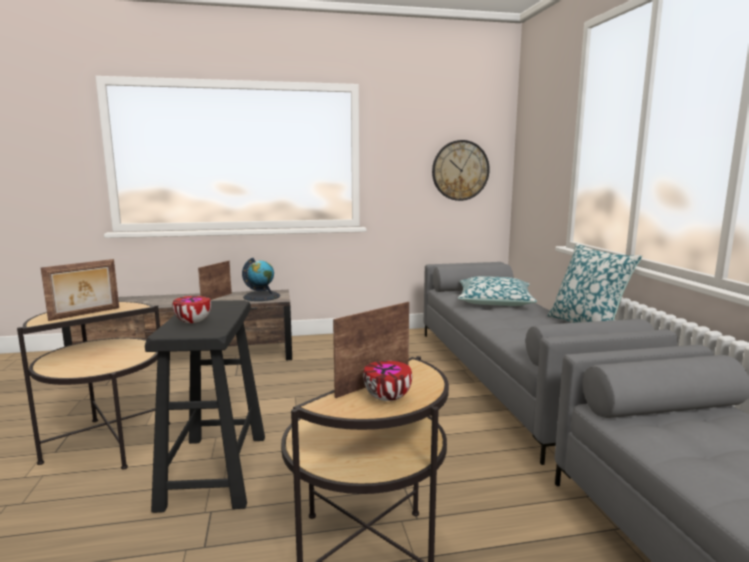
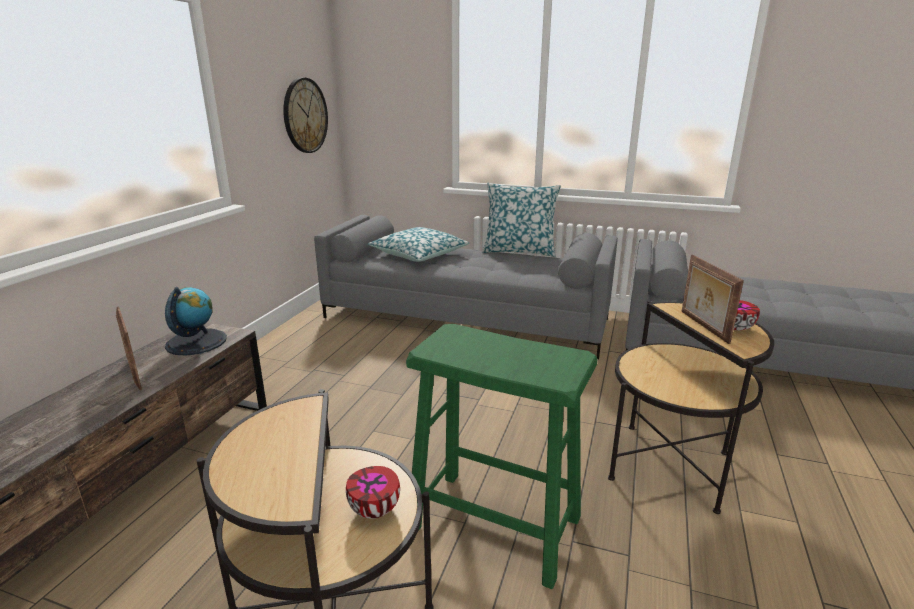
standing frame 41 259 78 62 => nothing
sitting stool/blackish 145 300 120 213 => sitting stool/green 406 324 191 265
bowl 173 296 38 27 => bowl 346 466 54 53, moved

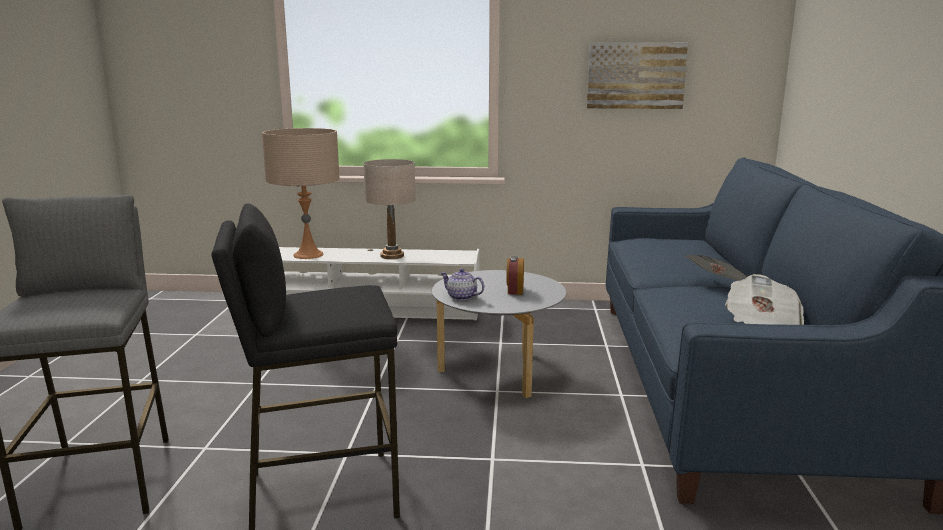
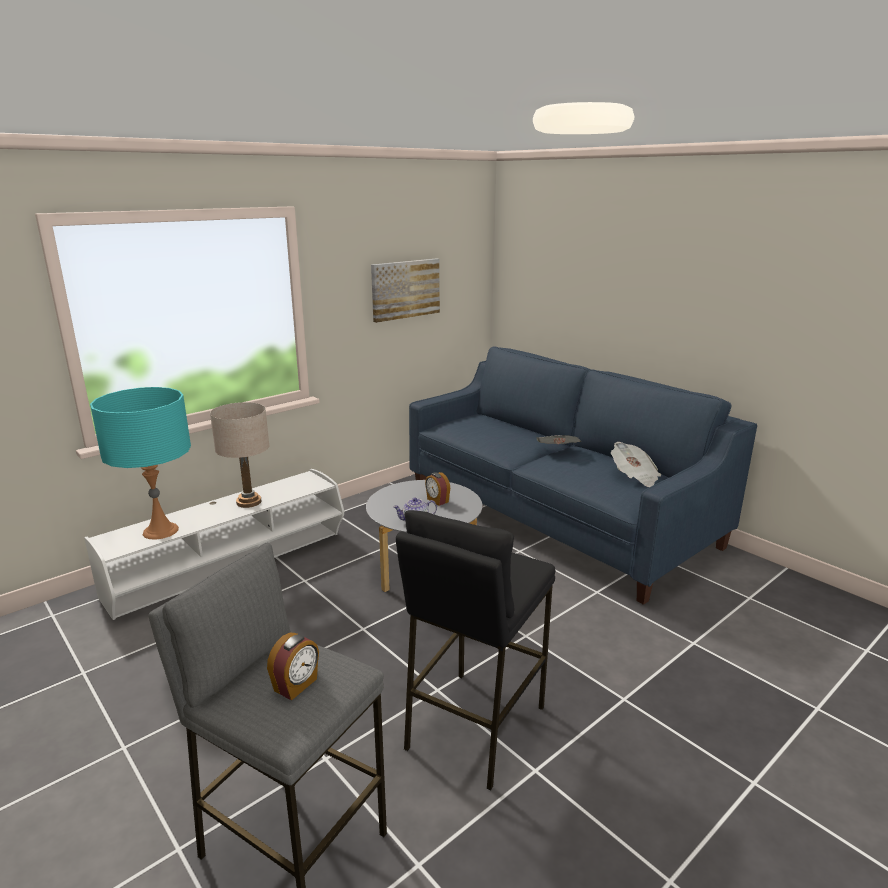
lamp for a table/beige 262 128 78 131 => lamp for a table/turquoise 90 387 101 153
nothing => alarm clock 267 633 52 68

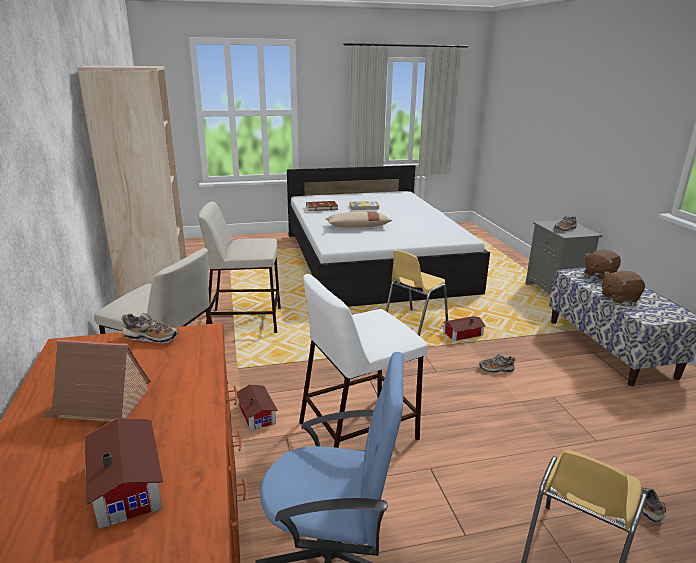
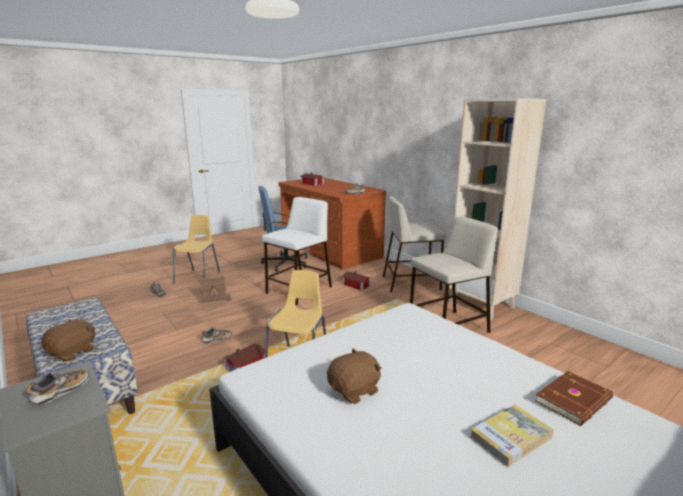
model house 43 339 108 83 => model house 199 276 33 29, moved
pillow/beige 325 212 67 16 => nothing
soft toy/brownish 602 271 43 32 => soft toy/brownish 327 348 55 56, moved

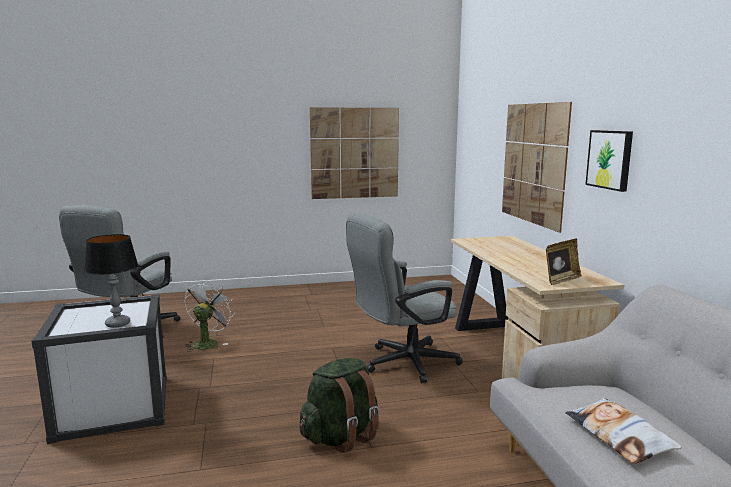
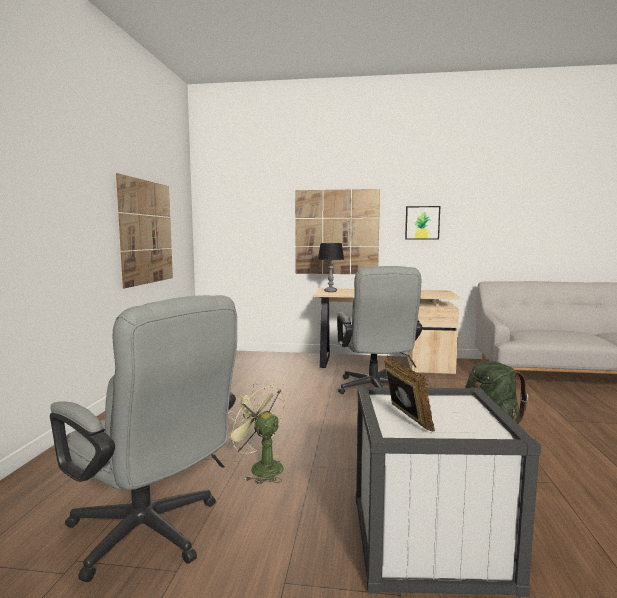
lamp for a table 84 234 54 94 => lamp for a table 318 243 26 49, moved
electric fan/white-coloured 184 283 51 69 => electric fan/green 228 383 57 101
standing frame 546 239 36 46 => standing frame 384 355 51 77, moved
pillow 565 398 116 66 => nothing

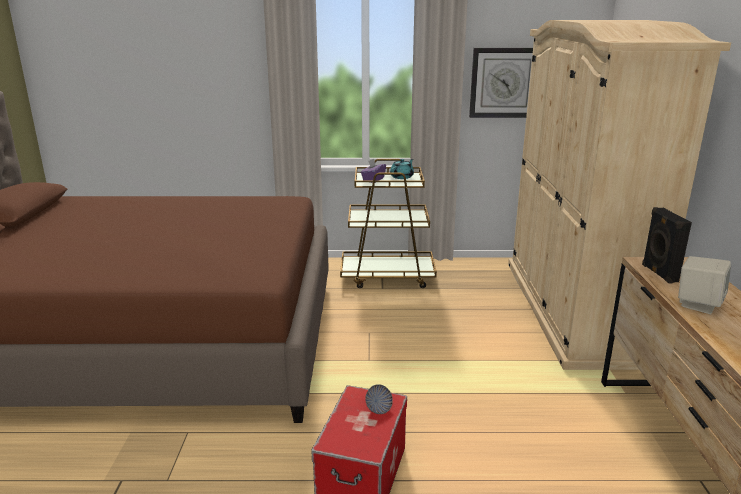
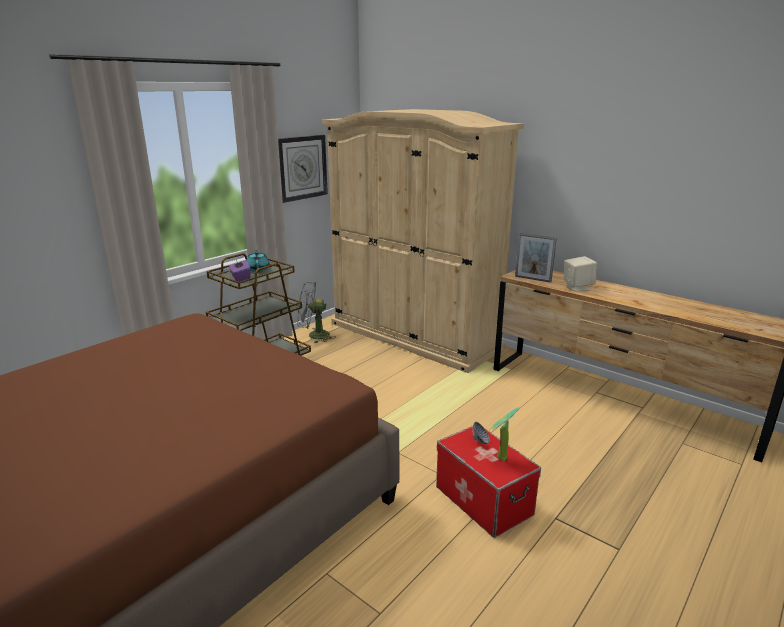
speaker/blackish 642 207 50 77 => standing frame 515 233 42 50
nothing => electric fan/grey 297 282 38 61
nothing => houseplant 489 407 31 54

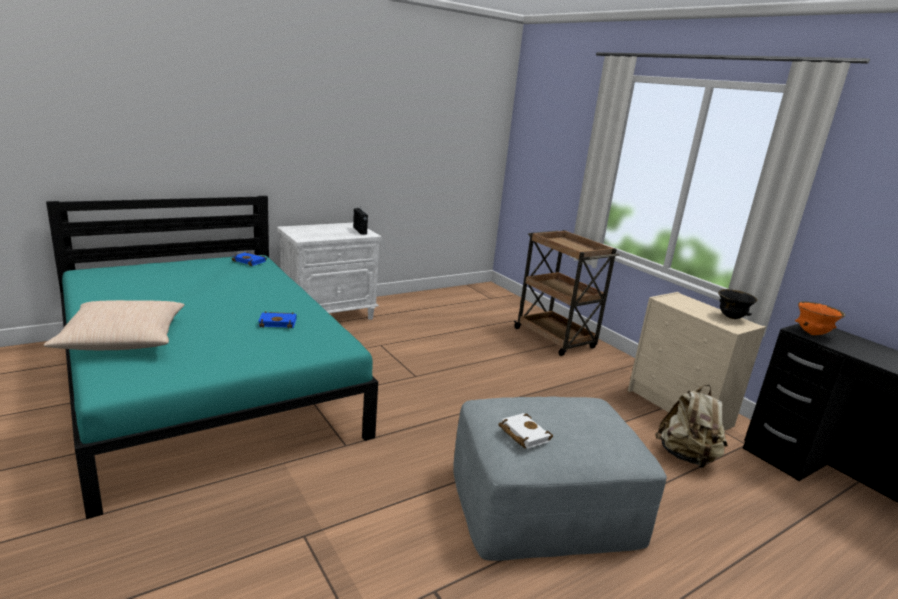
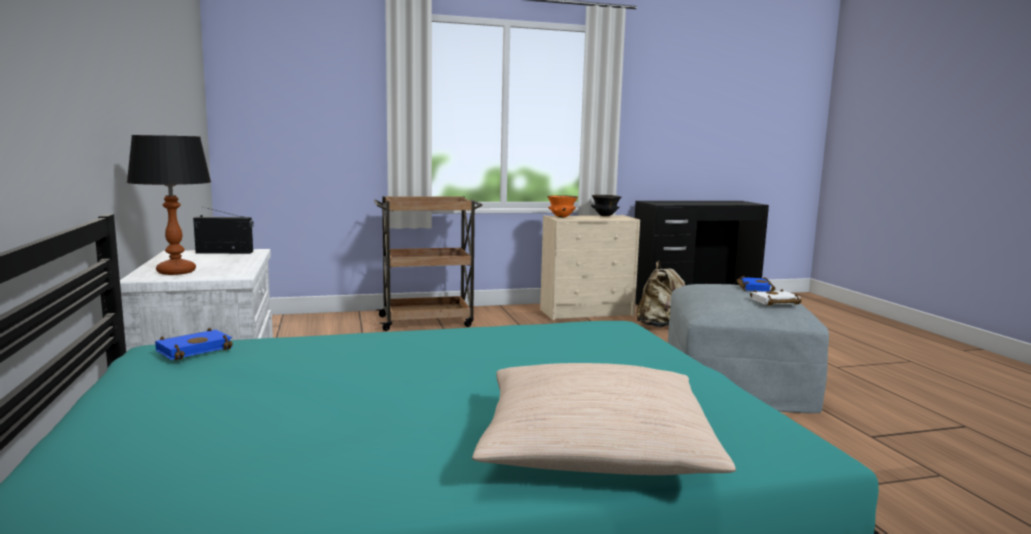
volume/bluish 258 311 38 18 => volume/bluish 737 276 39 16, moved
bowl/orangey 795 302 50 33 => bowl/orangey 547 195 31 23, moved
nothing => lamp for a table 127 135 84 140

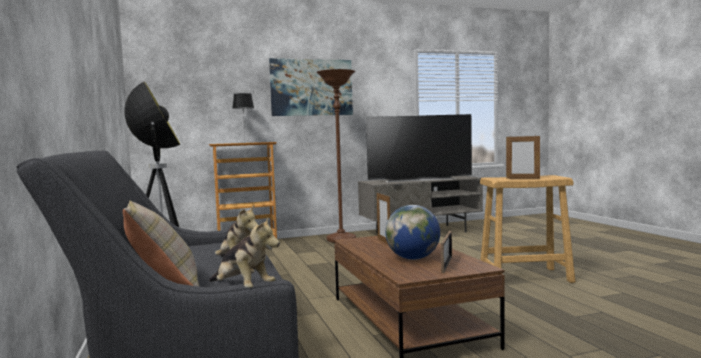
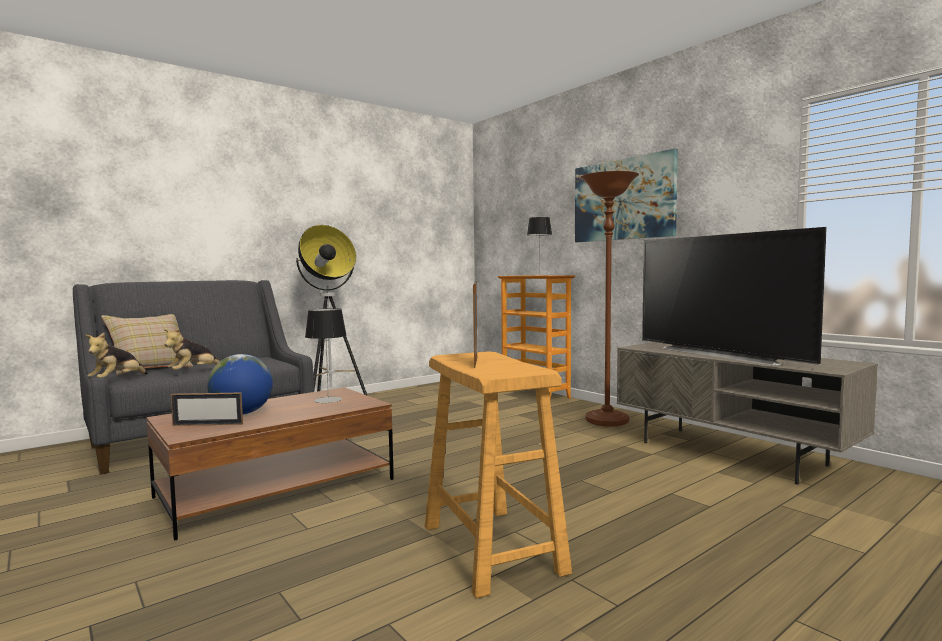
standing frame 377 193 13 51 => lamp for a table 305 308 42 95

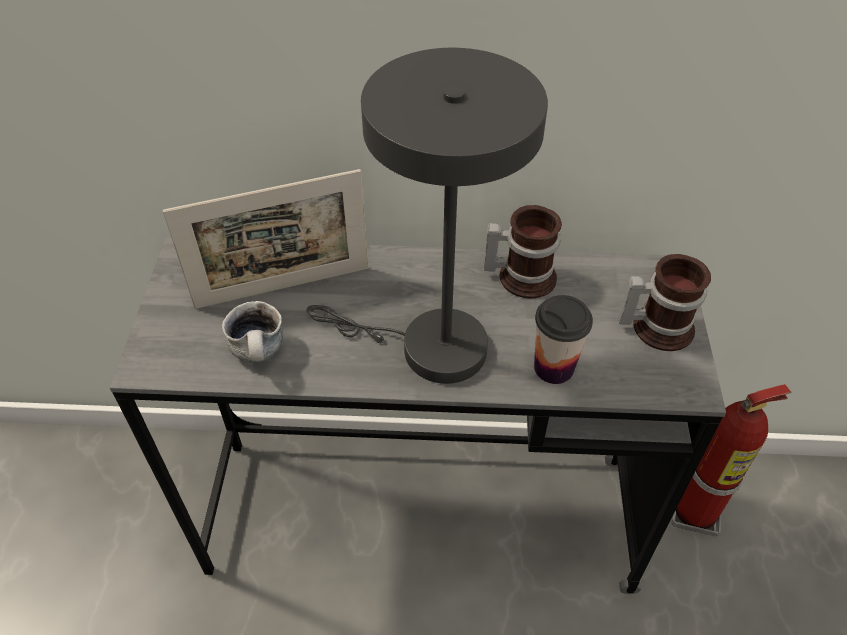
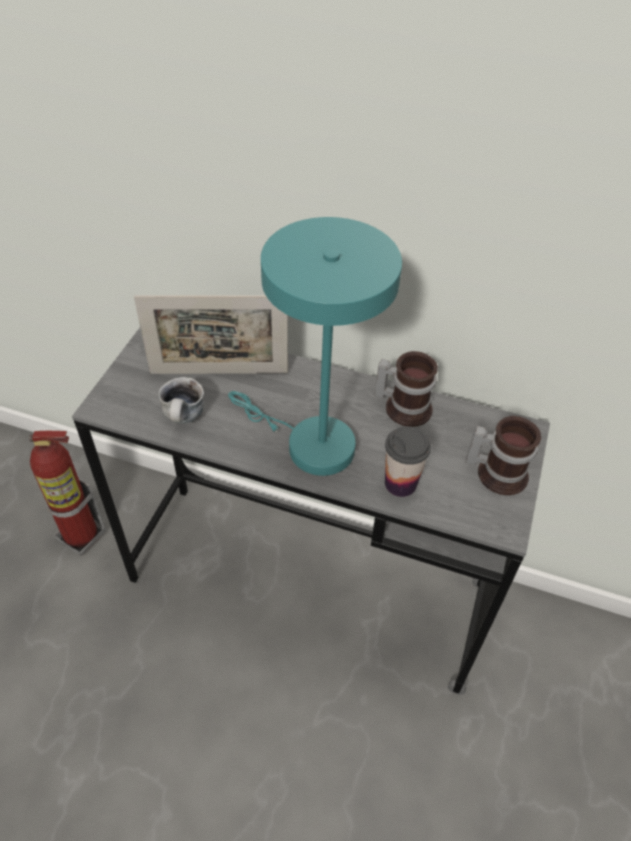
lamp for a table/grey 307 48 241 336 => lamp for a table/turquoise 228 217 174 259
fire-fighting cylinder 672 384 119 152 => fire-fighting cylinder 29 431 77 125, moved

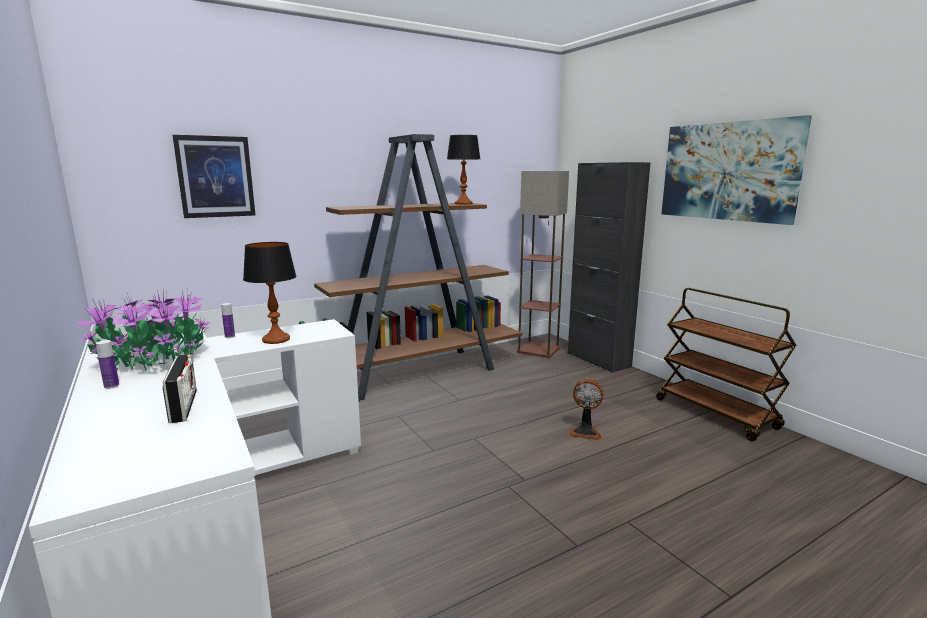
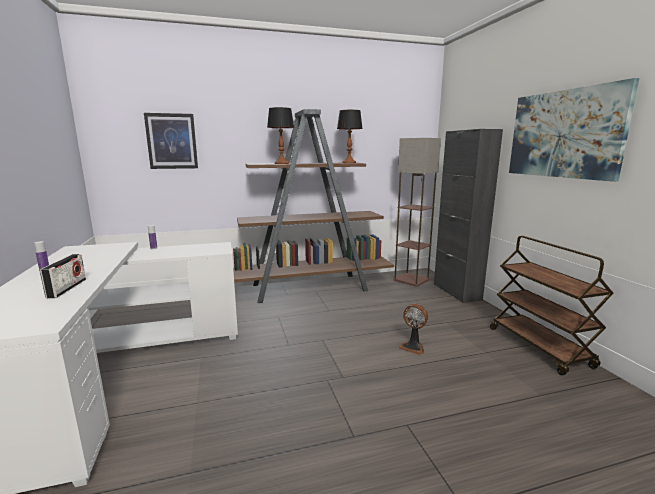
houseplant 78 290 133 81 => nothing
lamp for a table 243 242 54 102 => lamp for a table 267 107 27 57, moved

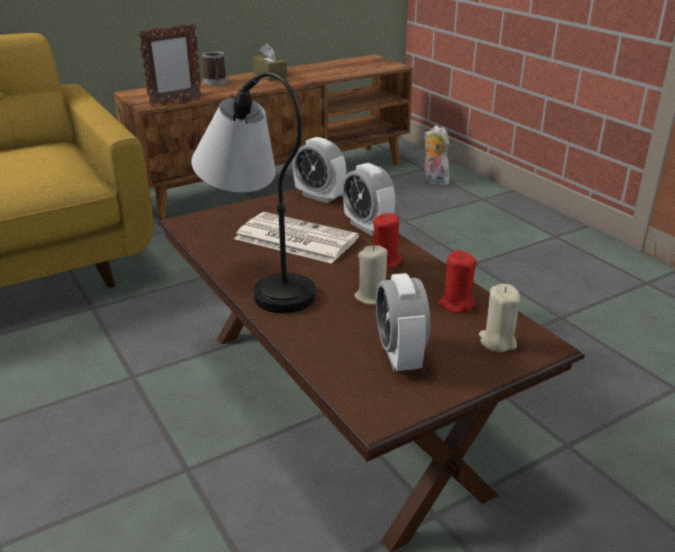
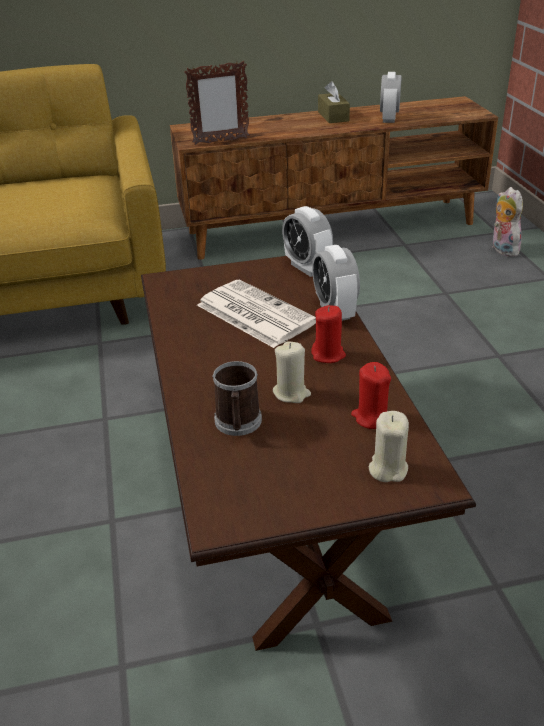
lamp for a table 191 72 125 241 => nothing
coffee mug 202 51 25 35 => coffee mug 212 361 50 75, moved
alarm clock 376 273 55 99 => alarm clock 380 72 22 51, moved

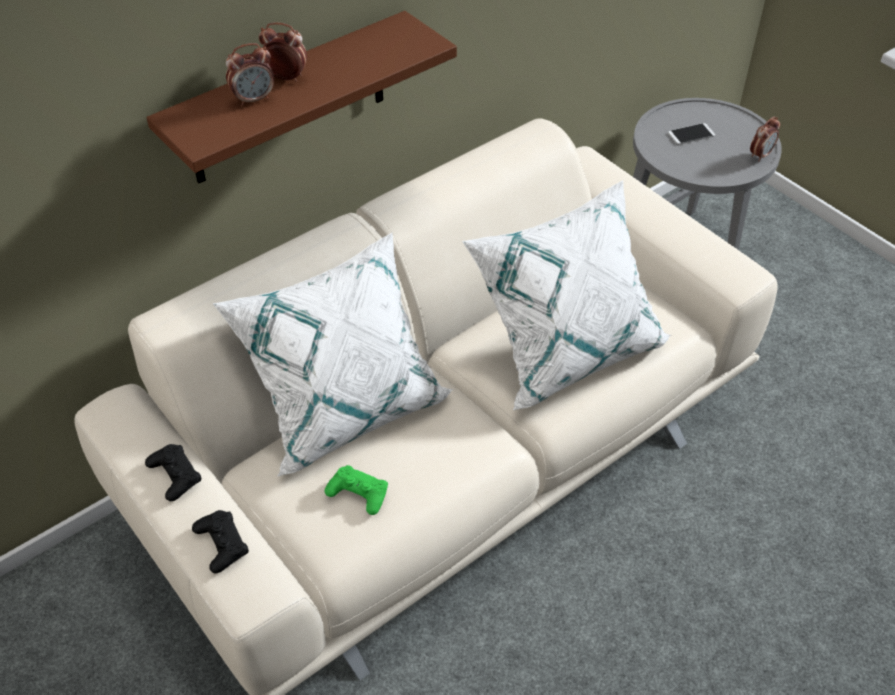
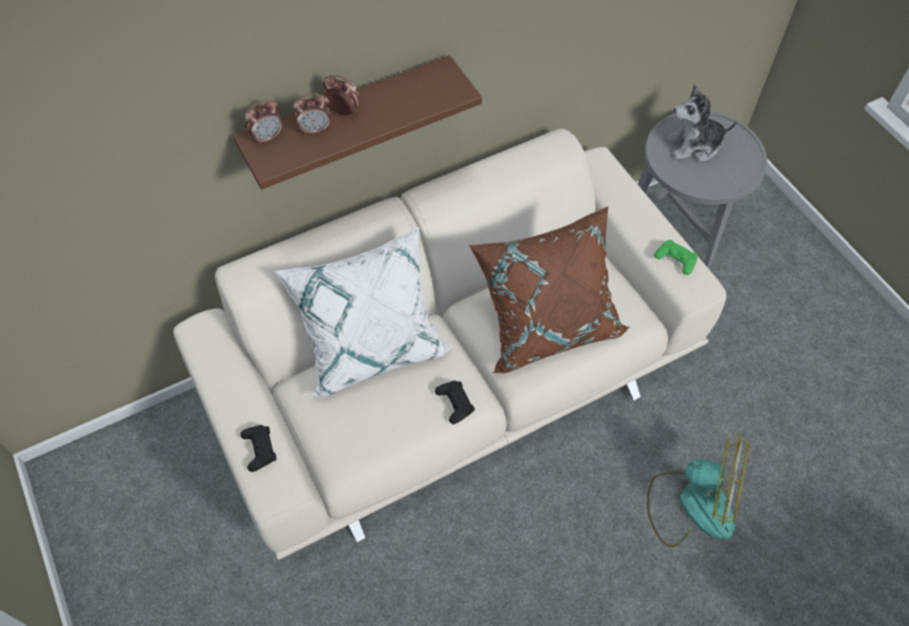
joypad/blackish 145 444 57 57 => joypad/blackish 435 381 40 43, moved
joypad/green 325 465 63 50 => joypad/green 654 240 44 35, moved
pillow/white-coloured 462 180 209 230 => pillow/brownish 469 207 161 166
phone 668 123 47 22 => soft toy 666 85 72 77
alarm clock 750 117 30 45 => alarm clock 245 99 38 46, moved
nothing => electric fan 647 434 103 113

